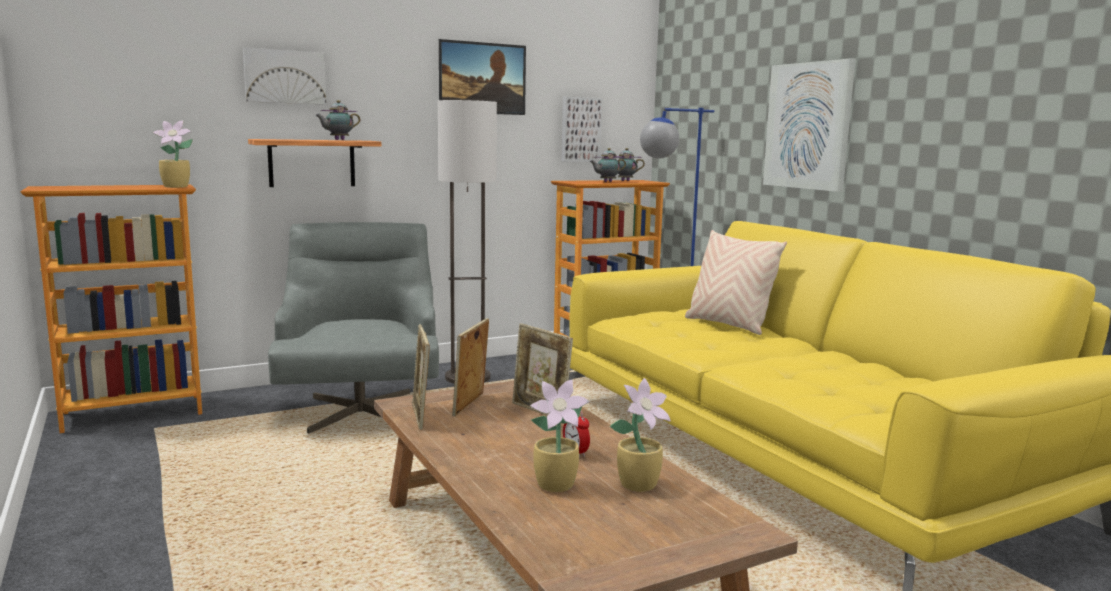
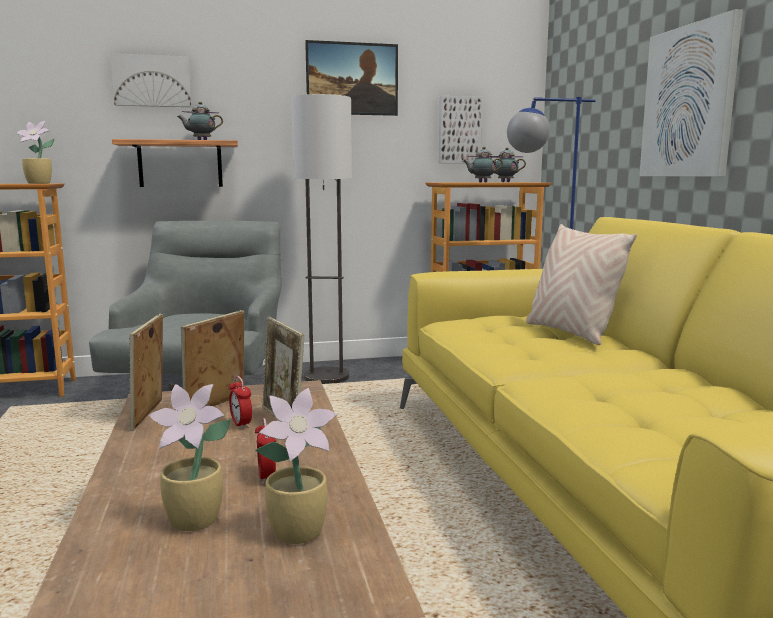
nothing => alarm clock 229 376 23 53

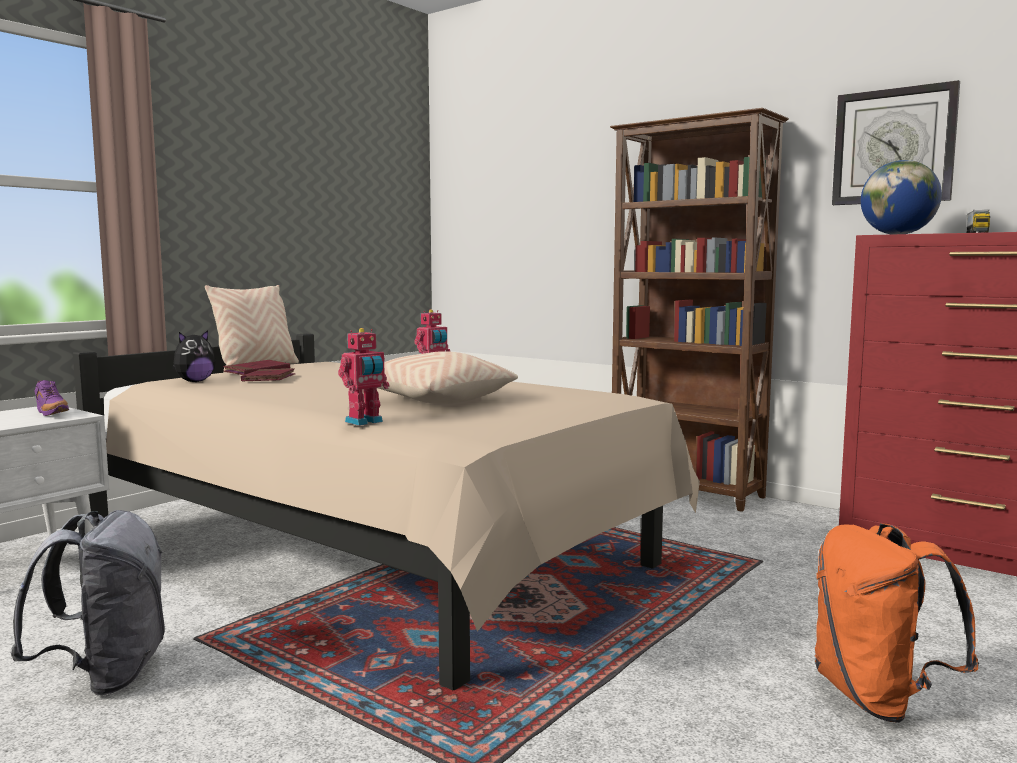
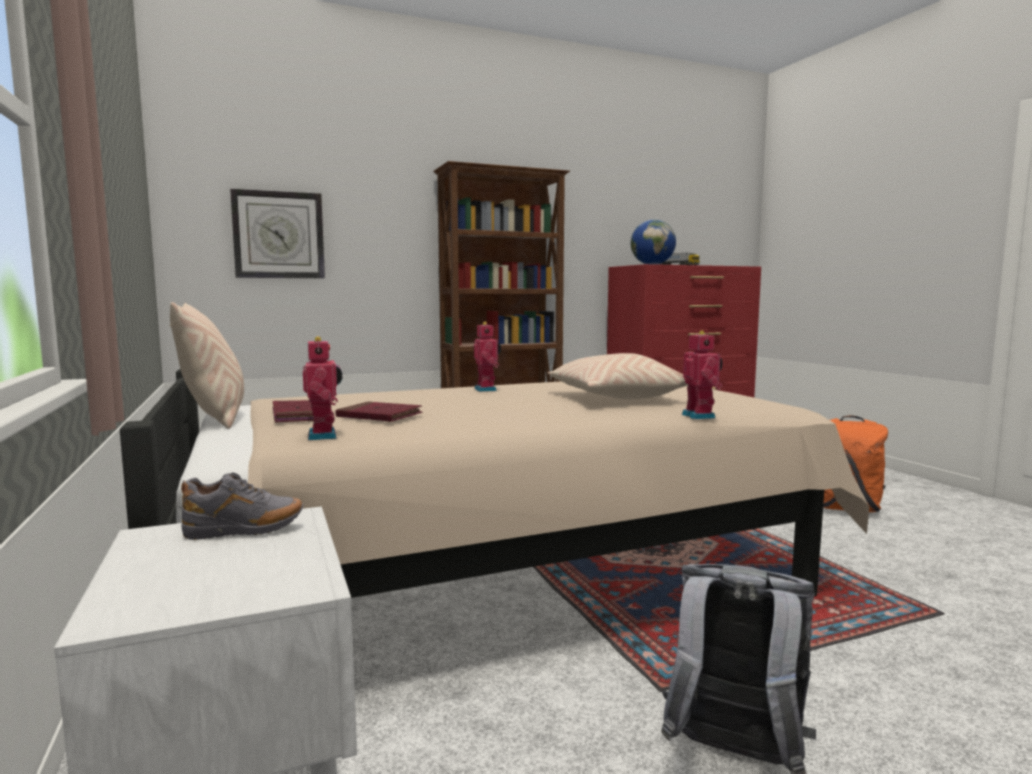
shoe/purplish 34 380 35 36 => shoe/grey 181 473 122 67
soft toy 172 330 44 52 => model robot 303 337 39 103
wall clock 832 80 128 125 => wall clock 230 189 95 89, moved

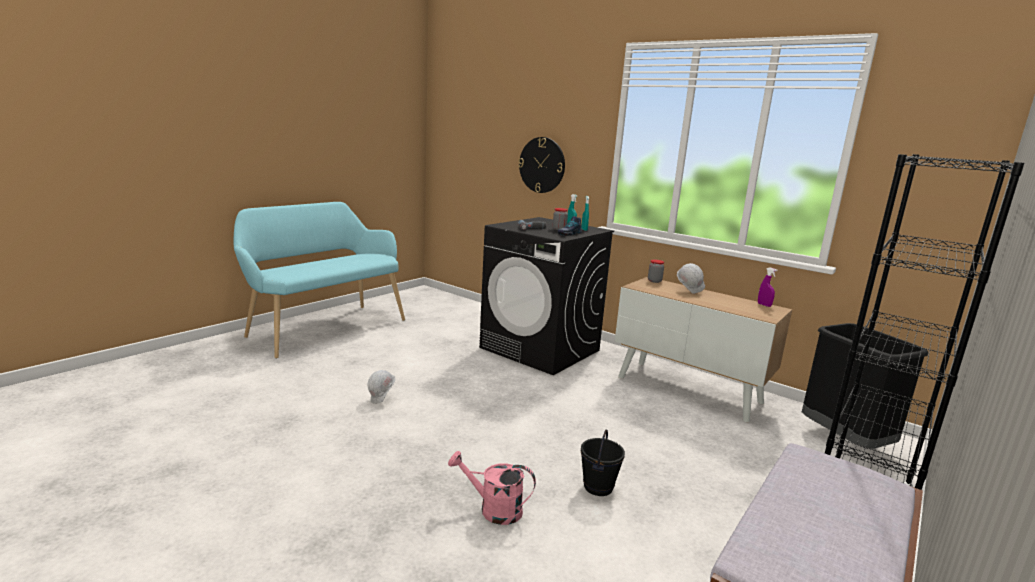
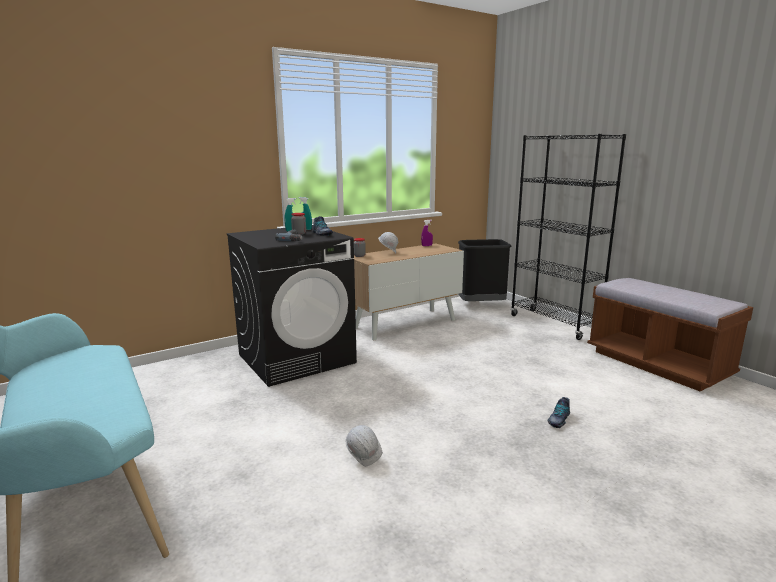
watering pot/pink 448 451 88 74 => shoe 547 397 23 31
wall clock 518 137 47 56 => nothing
pail/blackish 581 429 44 67 => nothing

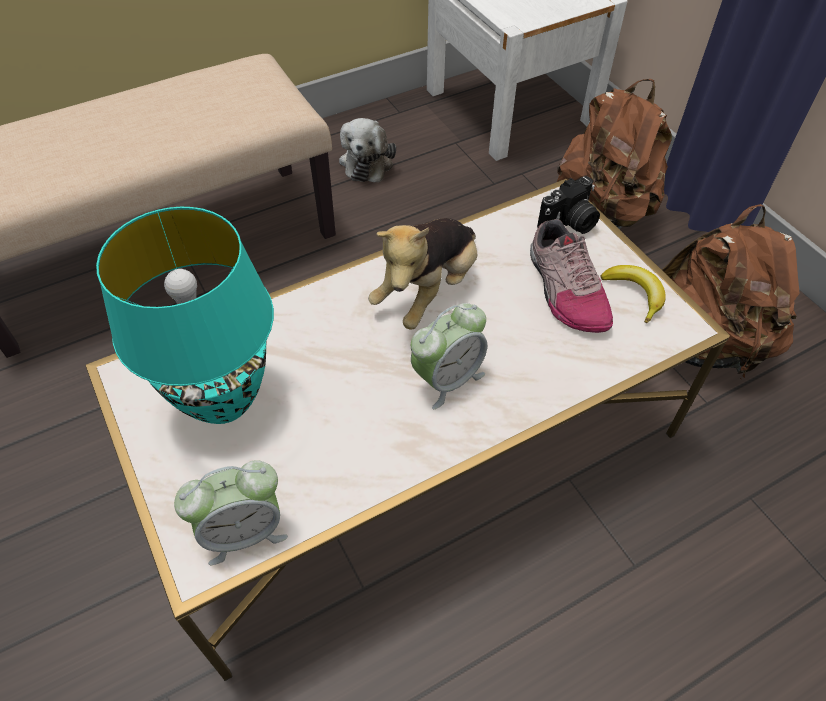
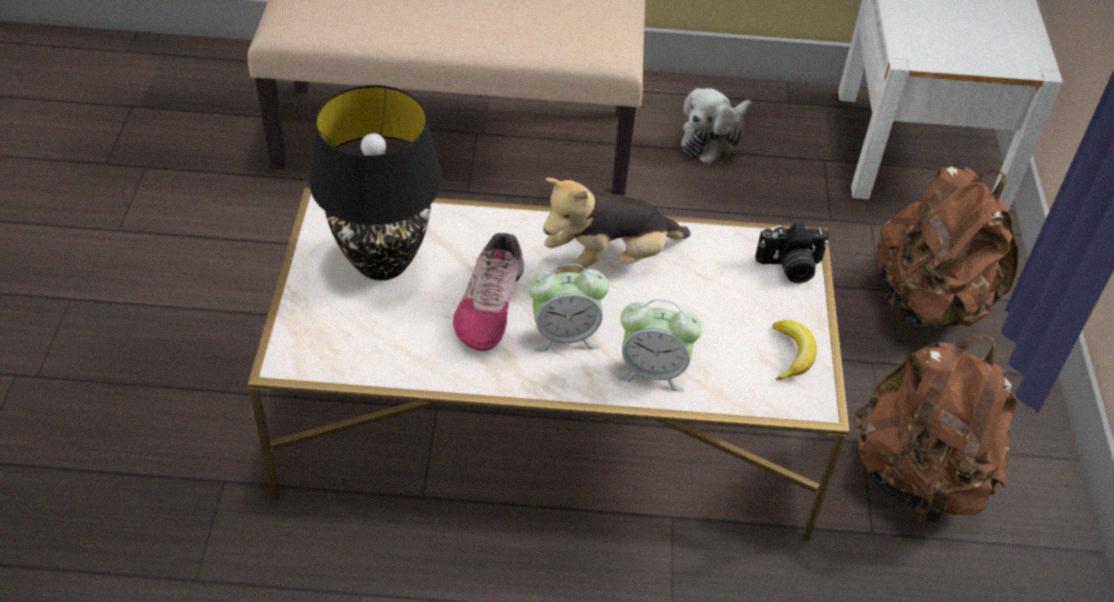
lamp for a table/turquoise 96 207 178 217 => lamp for a table/blackish 309 85 133 195
alarm clock 174 460 114 105 => alarm clock 618 299 85 93, moved
shoe 530 219 83 114 => shoe 453 233 71 118, moved

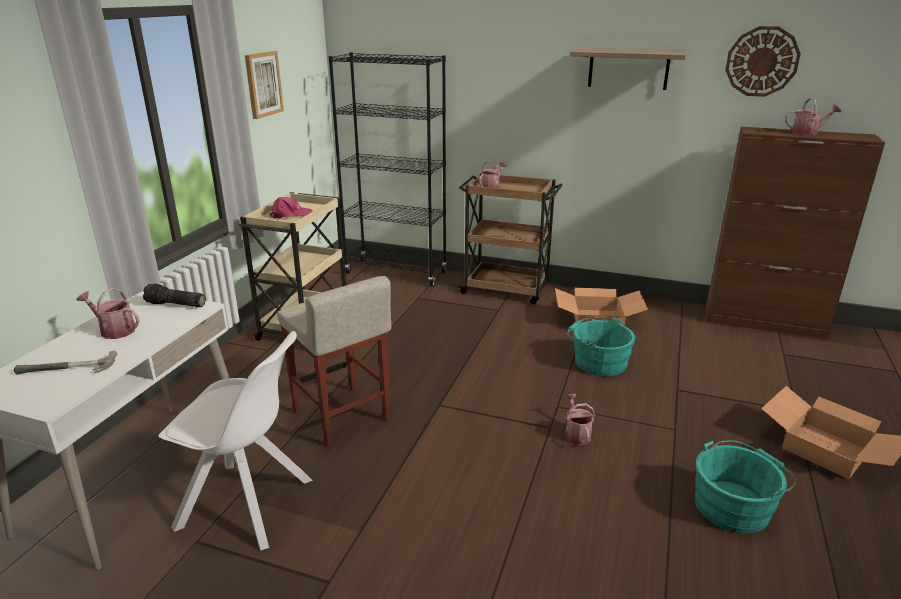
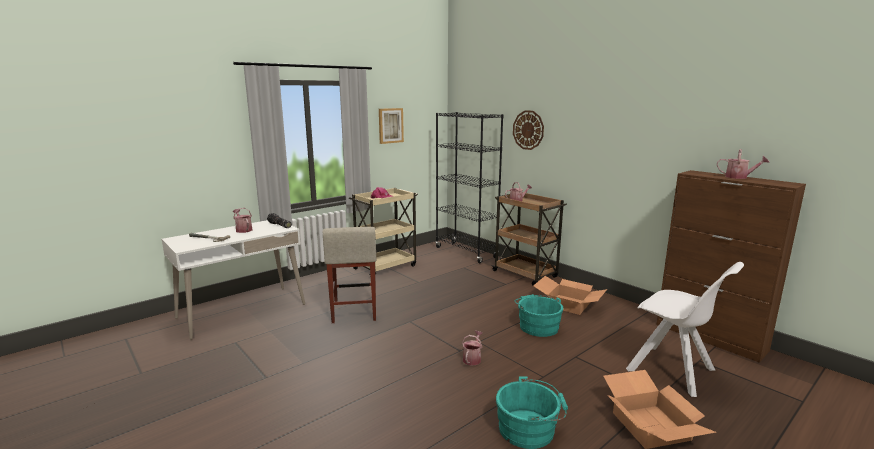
upright chair/white-coloured 158 331 155 219 => upright chair/white-coloured 626 262 118 135, moved
wall shelf 570 48 117 42 => nothing
wall clock 725 26 76 71 => wall clock 513 110 31 40, moved

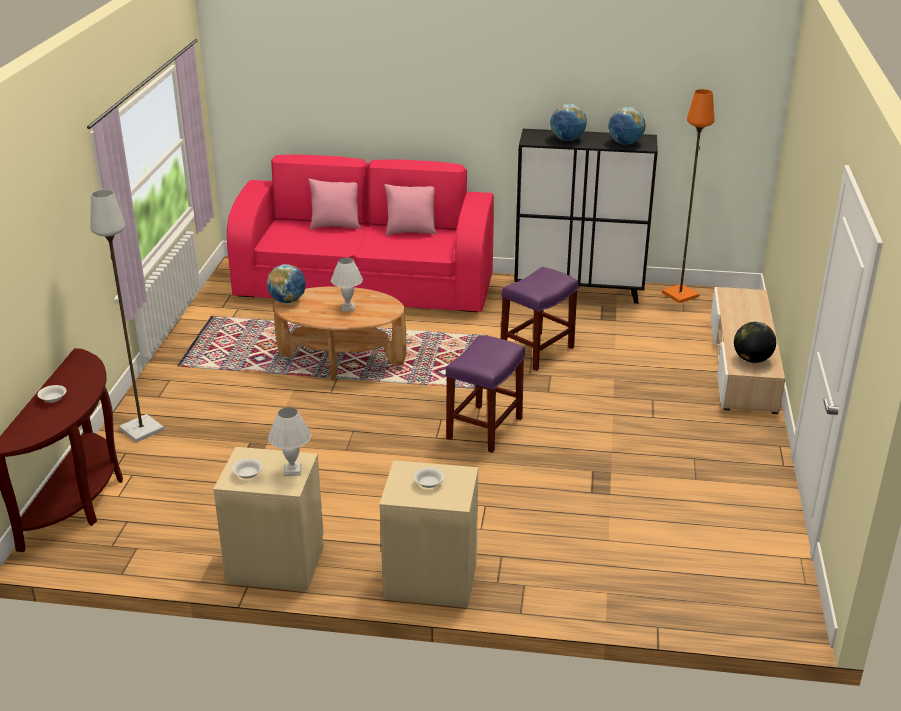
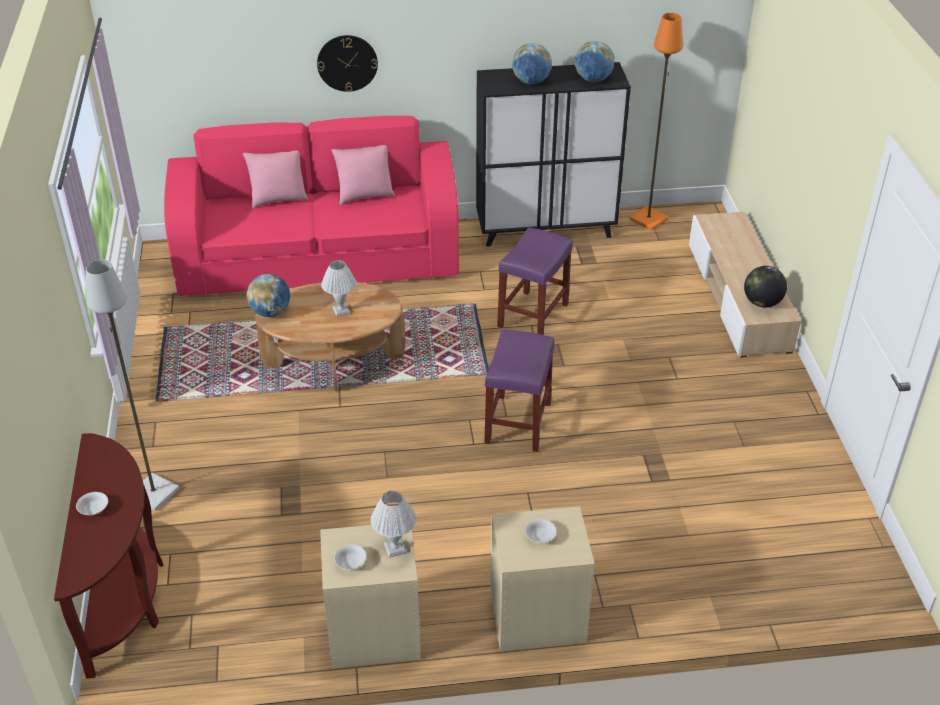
nothing => wall clock 317 35 61 57

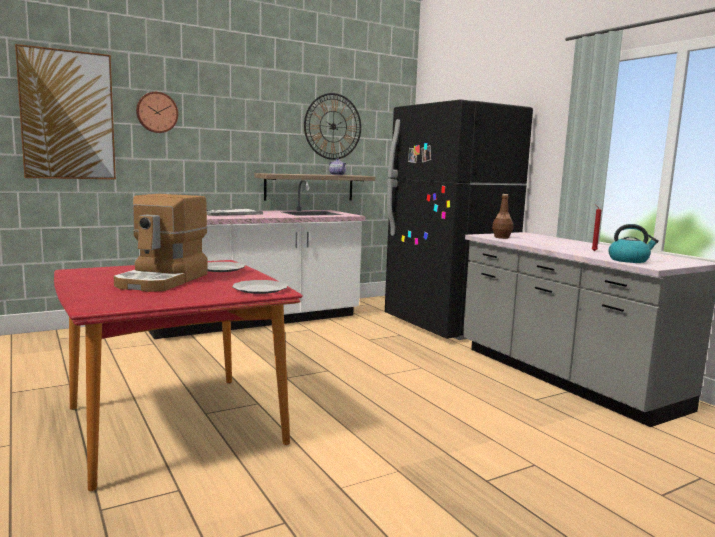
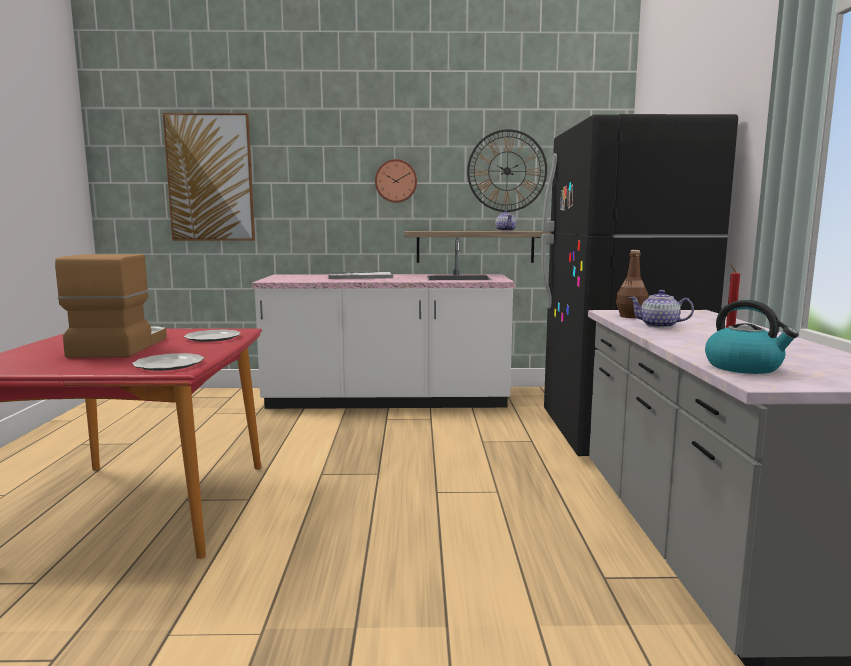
coffee machine 114 194 94 98 => coffee machine 55 254 112 104, 135 degrees clockwise
wall clock 136 92 42 41 => wall clock 375 159 42 44, moved
nothing => pot for tea 629 290 65 38

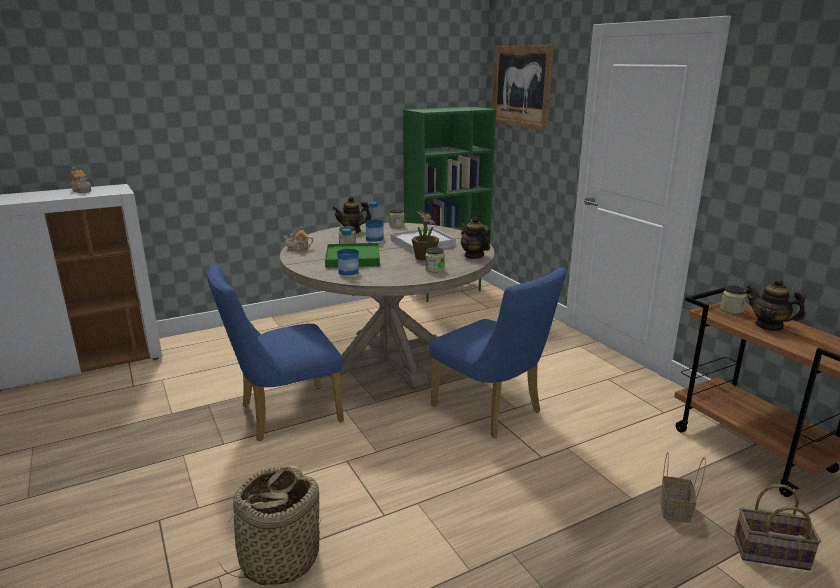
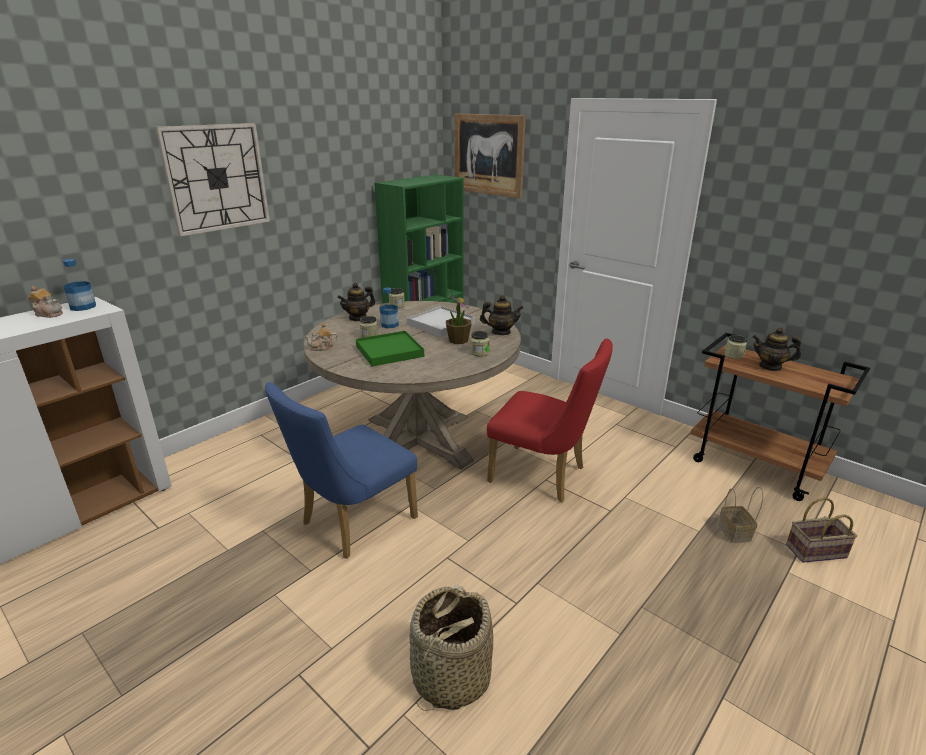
beverage bottle 337 229 22 47 => beverage bottle 63 259 33 52, moved
upright chair/bluish 429 267 137 171 => upright chair/red-coloured 487 339 126 163
pot for tea 461 217 29 42 => pot for tea 480 295 43 40, 150 degrees clockwise
nothing => wall clock 155 123 115 114

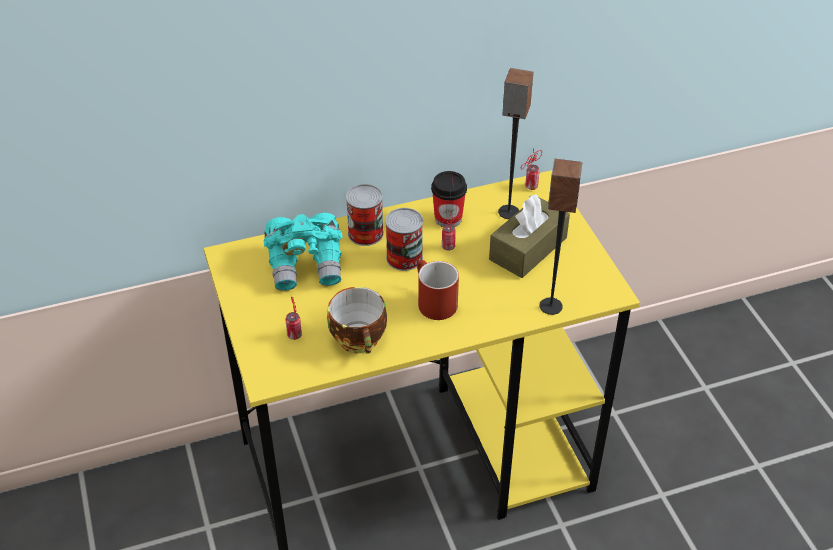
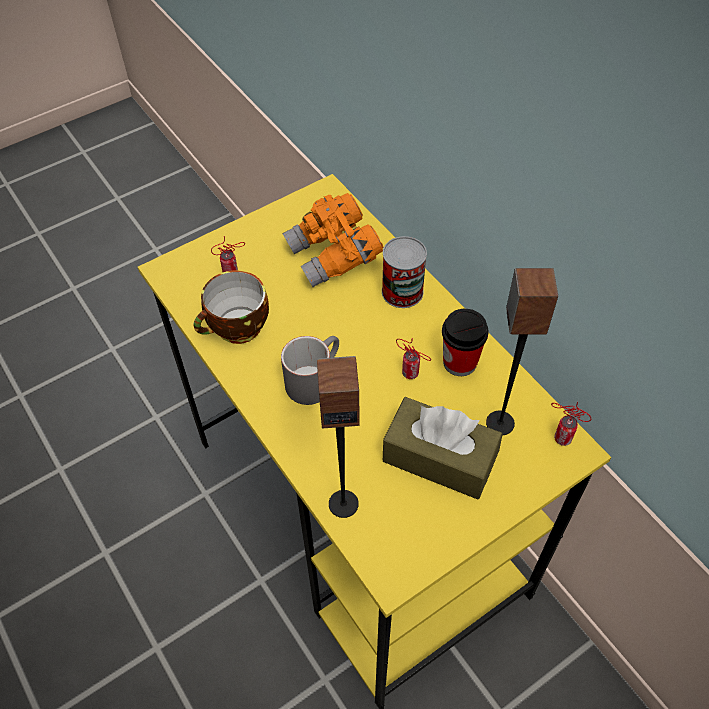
binoculars/turquoise 264 213 79 78 => binoculars/orangey 283 193 101 94
metal can 385 208 38 63 => nothing
coffee mug/red-coloured 417 260 42 60 => coffee mug/grey 281 336 58 69

